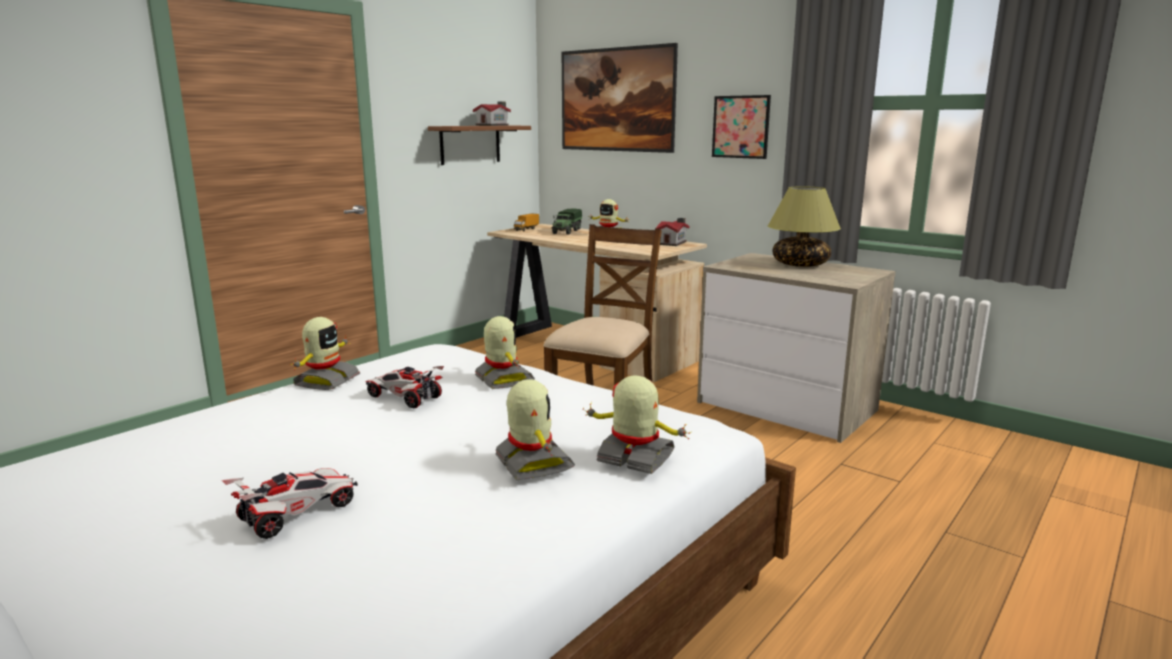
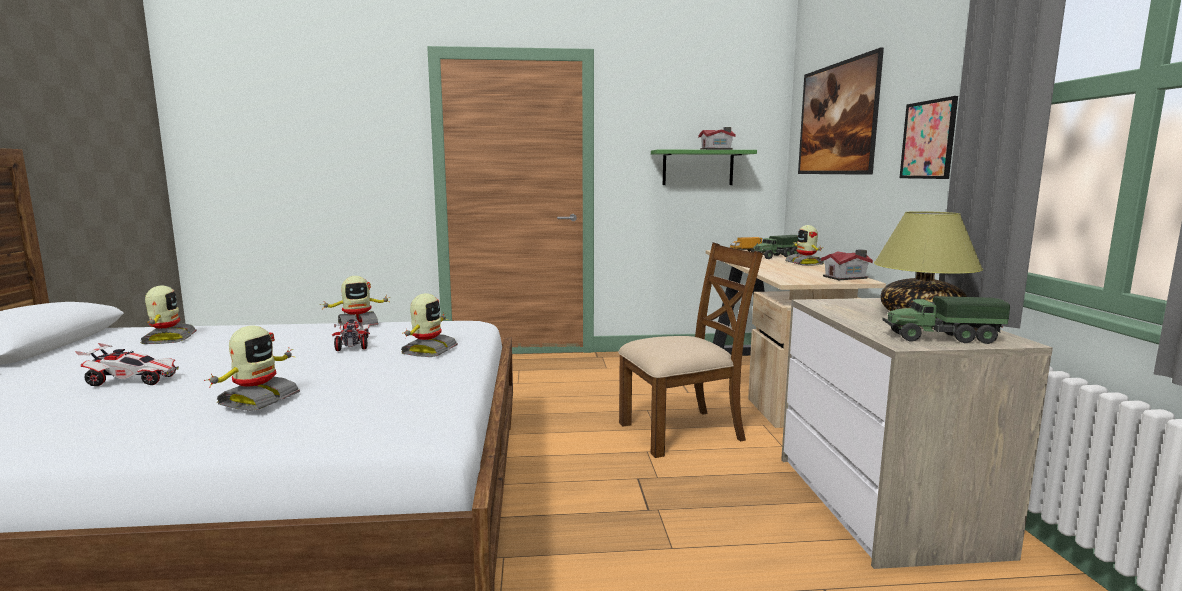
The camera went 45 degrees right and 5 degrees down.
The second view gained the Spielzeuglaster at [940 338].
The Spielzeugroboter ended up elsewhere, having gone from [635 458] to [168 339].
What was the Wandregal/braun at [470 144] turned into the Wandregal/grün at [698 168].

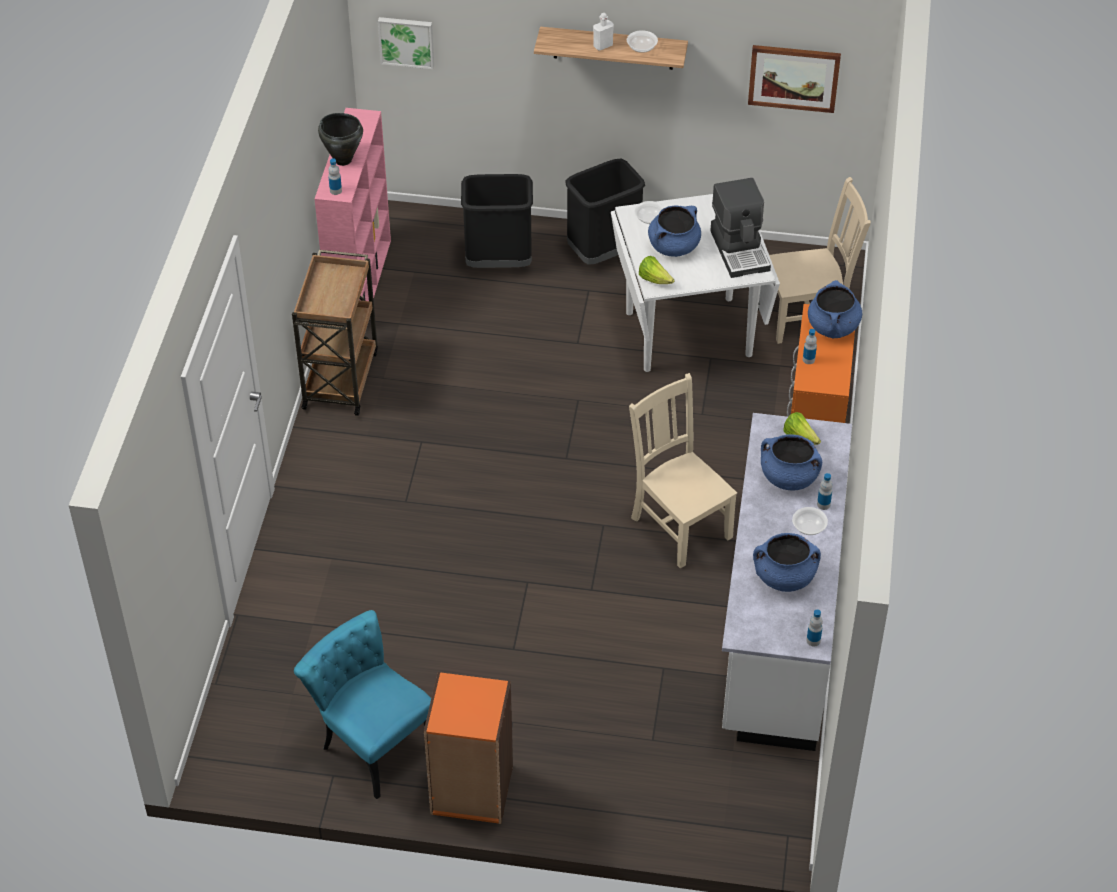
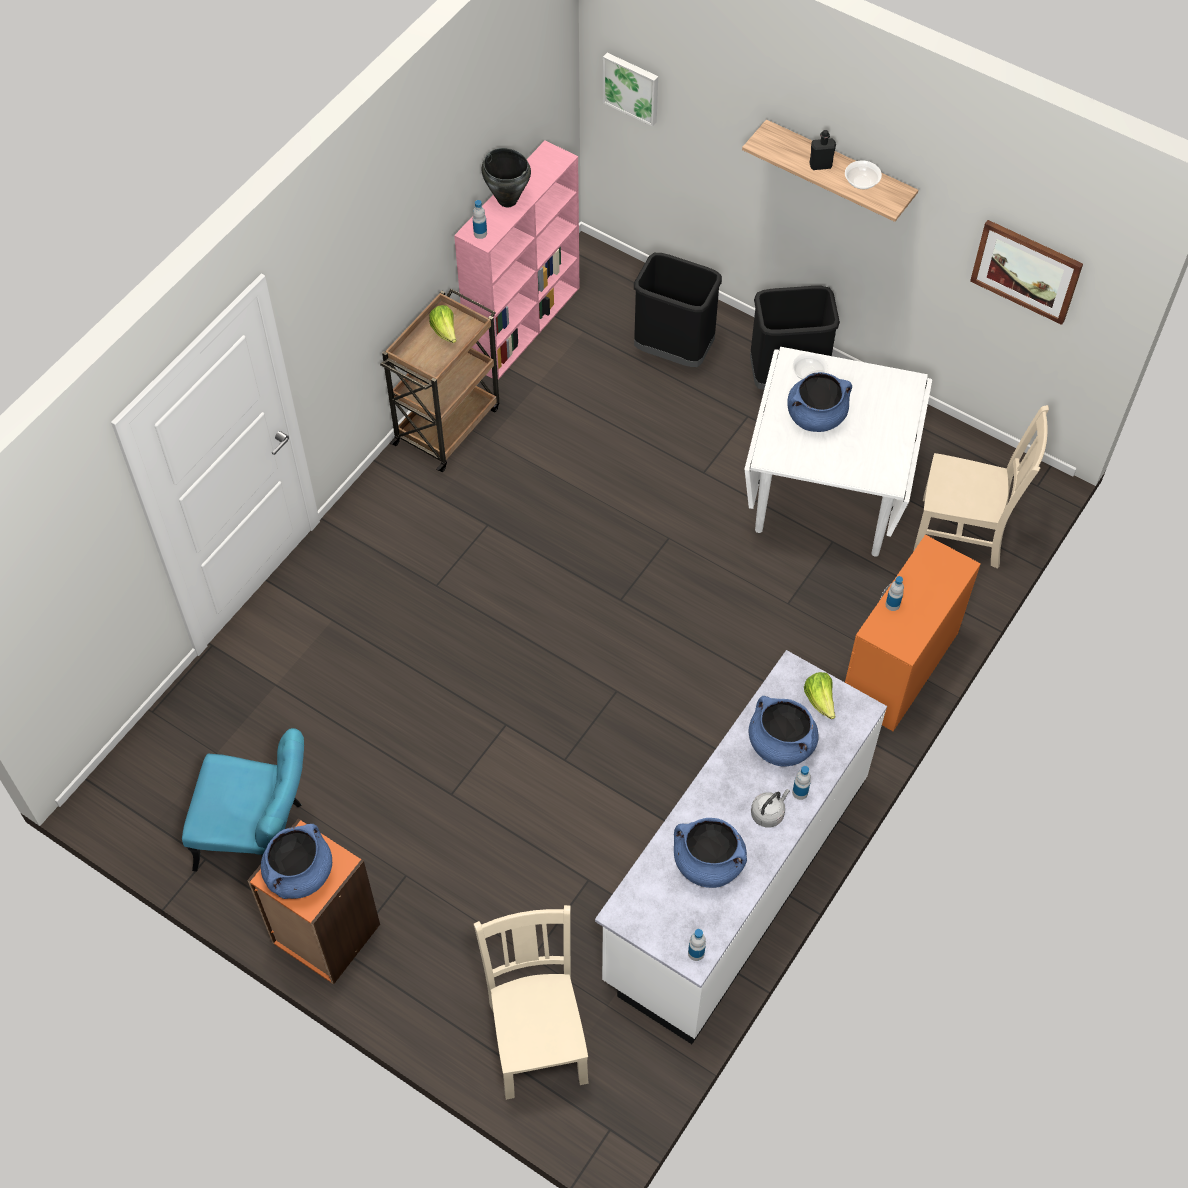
The camera went 25 degrees right and 10 degrees up.
The second view lost the Kaffeemaschine at [740 250].
The Stuhl/beige ended up elsewhere, having gone from [679 525] to [538 1038].
The Salatkopf ended up elsewhere, having gone from [654 279] to [445 332].
The Kochtopf/blau ended up elsewhere, having gone from [833 327] to [299 874].
Where the Schüssel stood at [809 527], the Wasserkessel/grau came to stand at [768 813].
What was the Flasche/weiß at [603 45] turned into the Flasche/schwarz at [820 165].
The Stuhl/türkis at [371 741] ended up facing another way, 120 degrees clockwise from before.

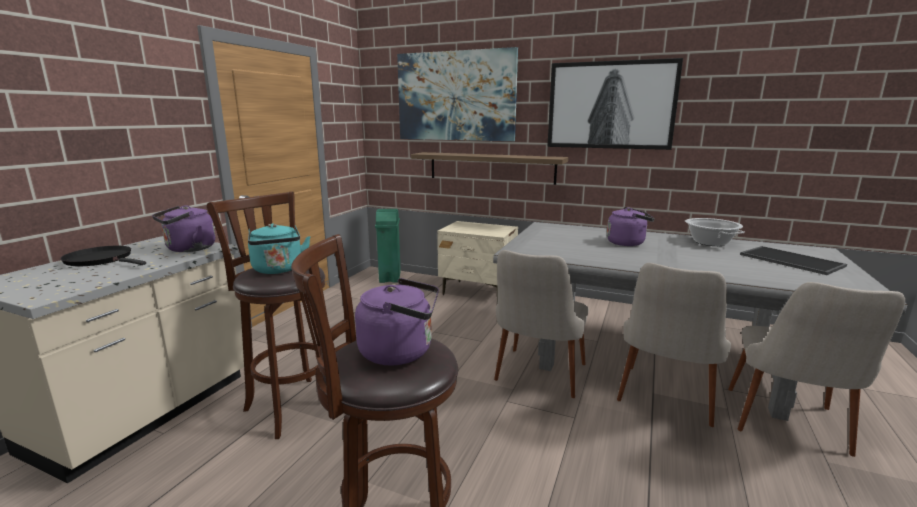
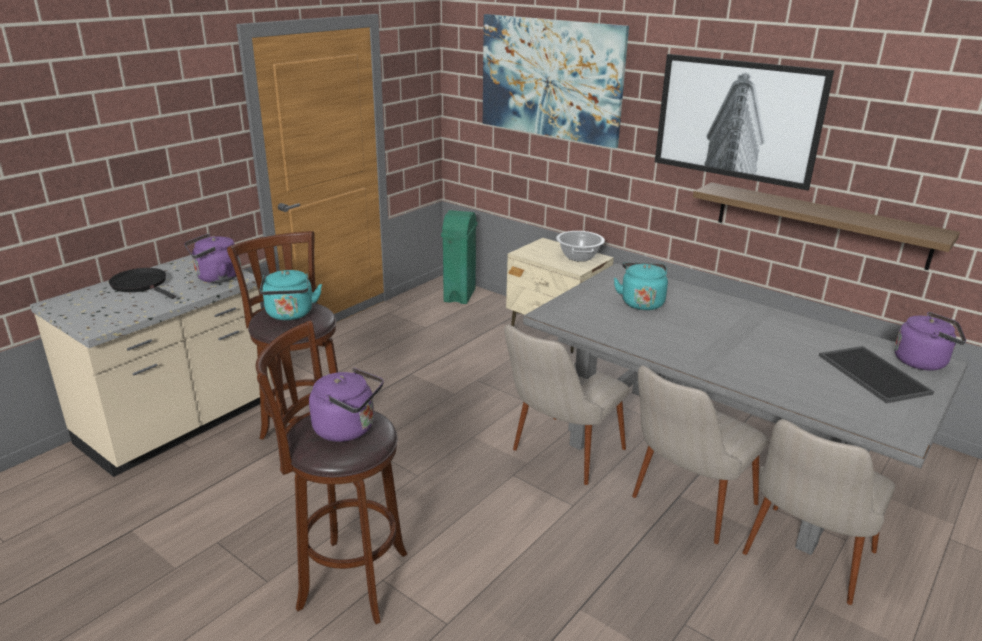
The camera went 15 degrees right and 10 degrees up.
The second view gained the Wasserkessel/türkis at [641 302].
The Wandregal ended up elsewhere, having gone from [491 167] to [820 224].
The Wasserkessel/lila ended up elsewhere, having gone from [628 243] to [923 362].
The Kochtopf ended up elsewhere, having gone from [710 242] to [578 256].

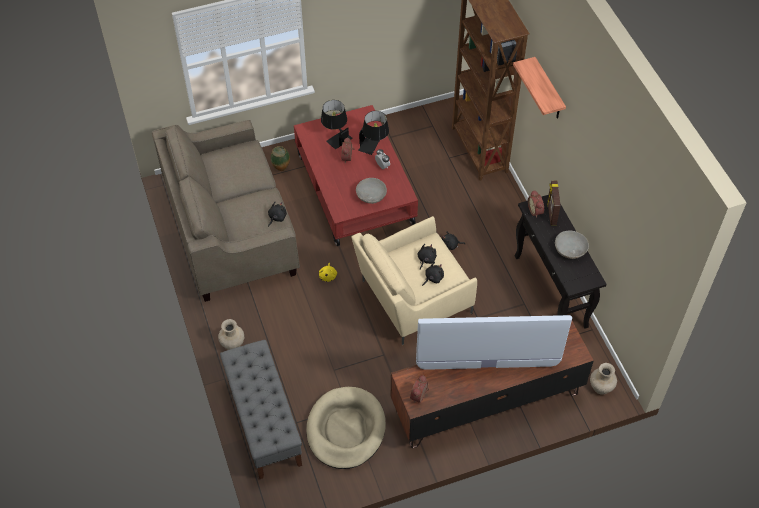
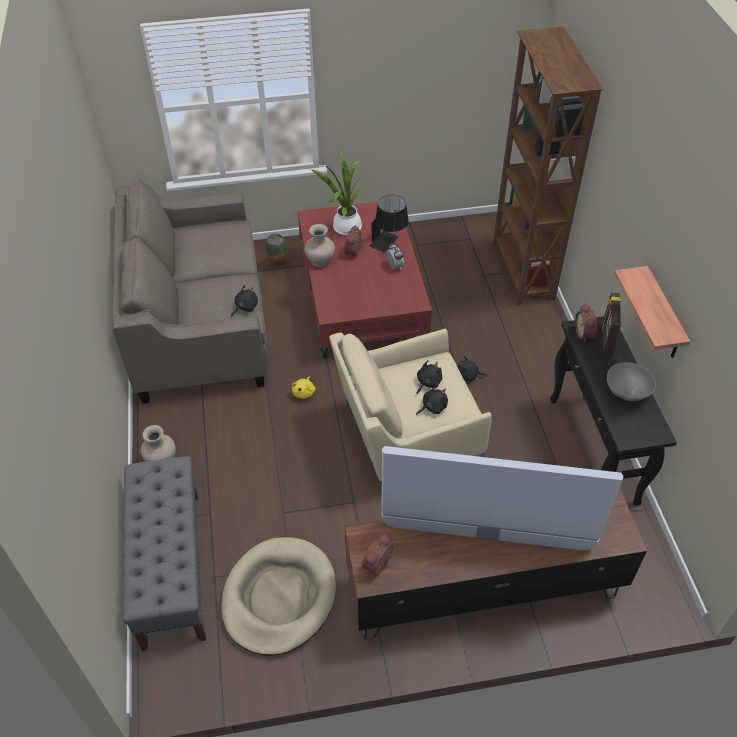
The camera went 10 degrees right and 5 degrees down.
The second view lost the Schüssel/grau at [371 196].
The Wandregal ended up elsewhere, having gone from [548 90] to [663 316].
The Vase/beige ended up elsewhere, having gone from [601 387] to [319 260].
Where the Tischlampe/schwarz stood at [335 136], the Topfpflanze came to stand at [345 228].

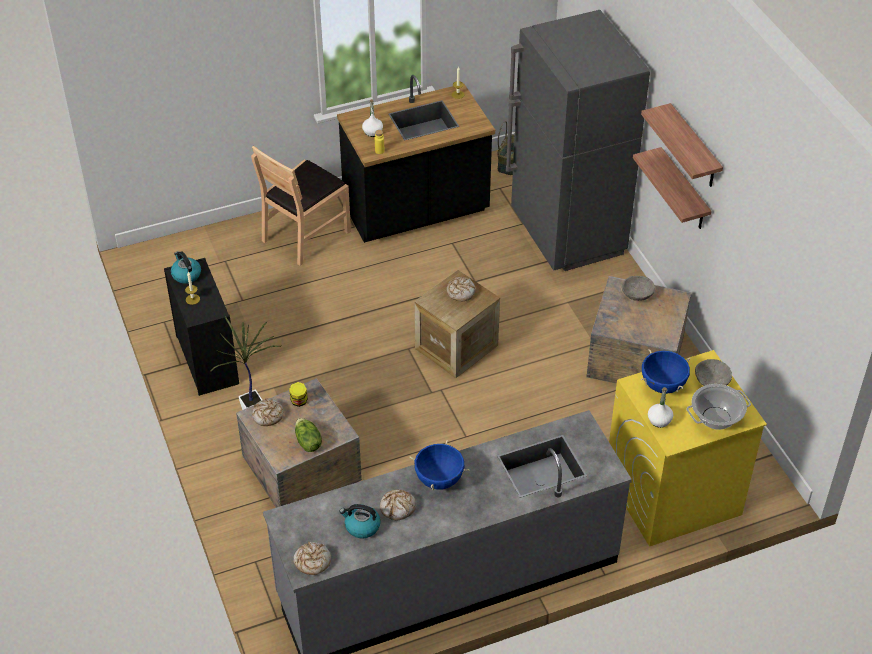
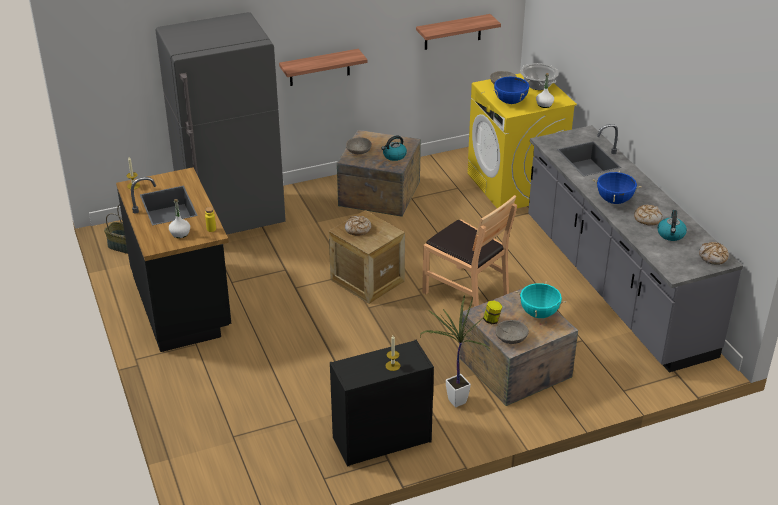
The camera went 90 degrees left and 10 degrees down.
The Wasserkessel ended up elsewhere, having gone from [186 275] to [394 156].
The Stuhl/braun ended up elsewhere, having gone from [305 235] to [466 292].
The Wandregal ended up elsewhere, having gone from [694 148] to [453 32].
Where the Brot stood at [268 415], the Schüssel/grau came to stand at [511 338].
Where the Salatkopf stood at [307 442], the Kochtopf/türkis came to stand at [539 313].

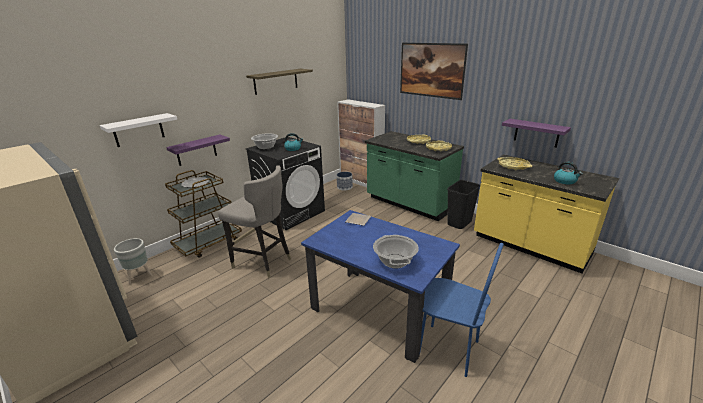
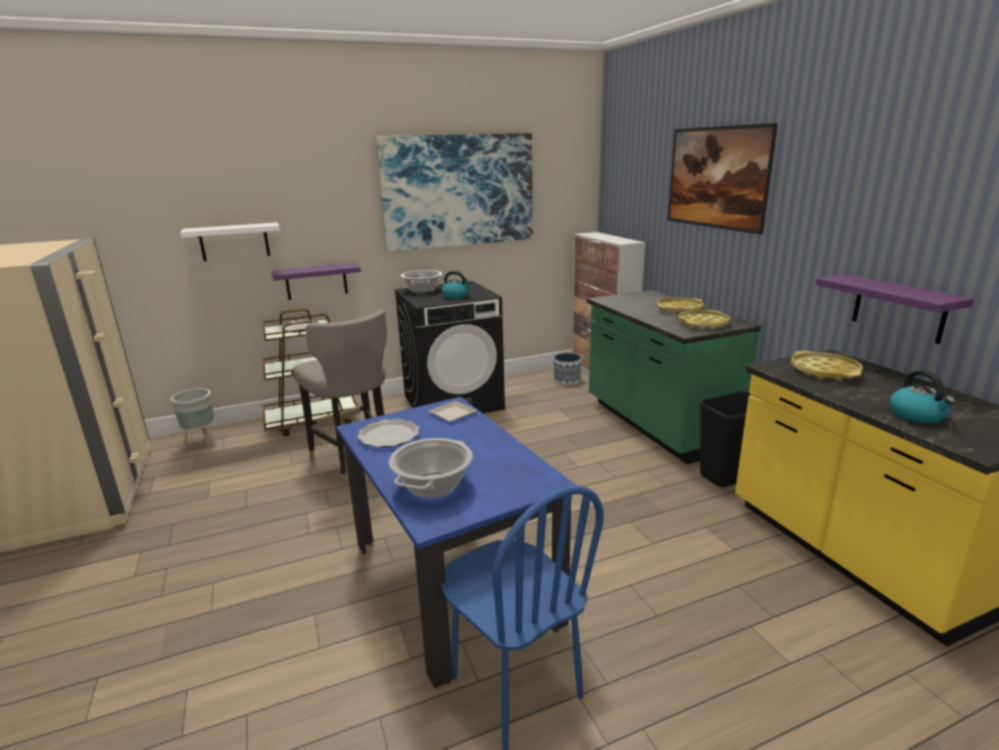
The camera went 25 degrees right and 5 degrees down.
The second view gained the Teller at [389 435].
Where the Wandregal hung at [276 81], the Bild came to hang at [458 191].

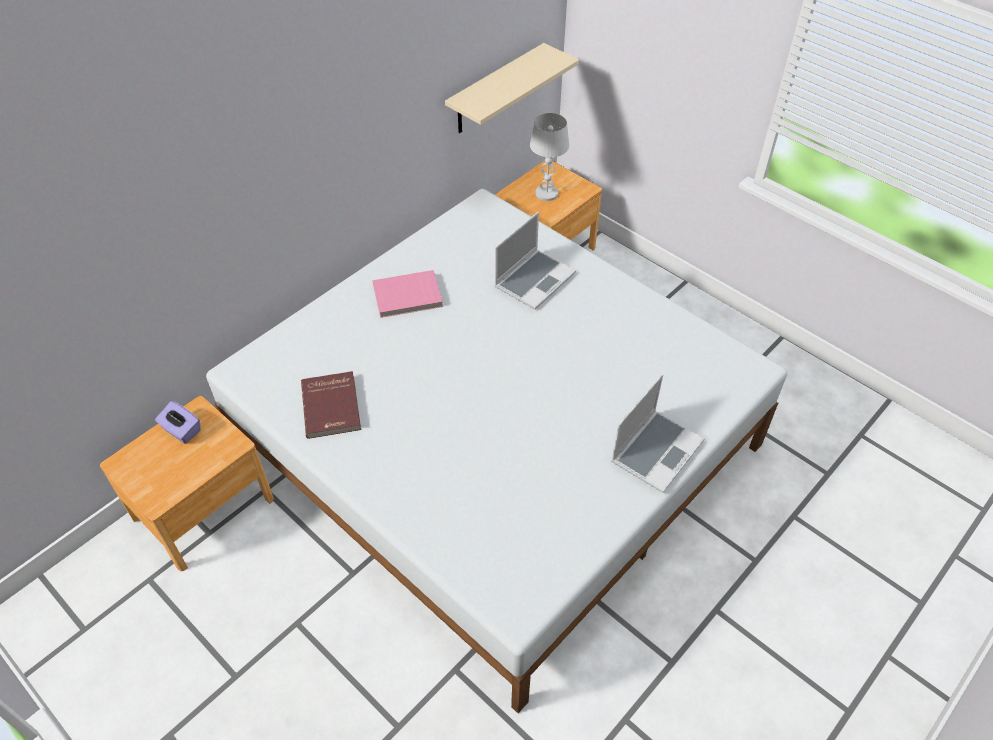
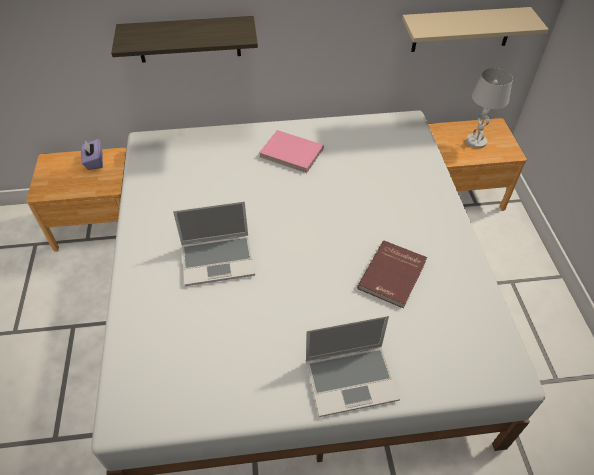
The camera went 40 degrees right and 0 degrees up.
The second view gained the Wandregal at [188 39].
The Buch/rot ended up elsewhere, having gone from [332 406] to [393 275].
The Laptop ended up elsewhere, having gone from [534 279] to [218 260].

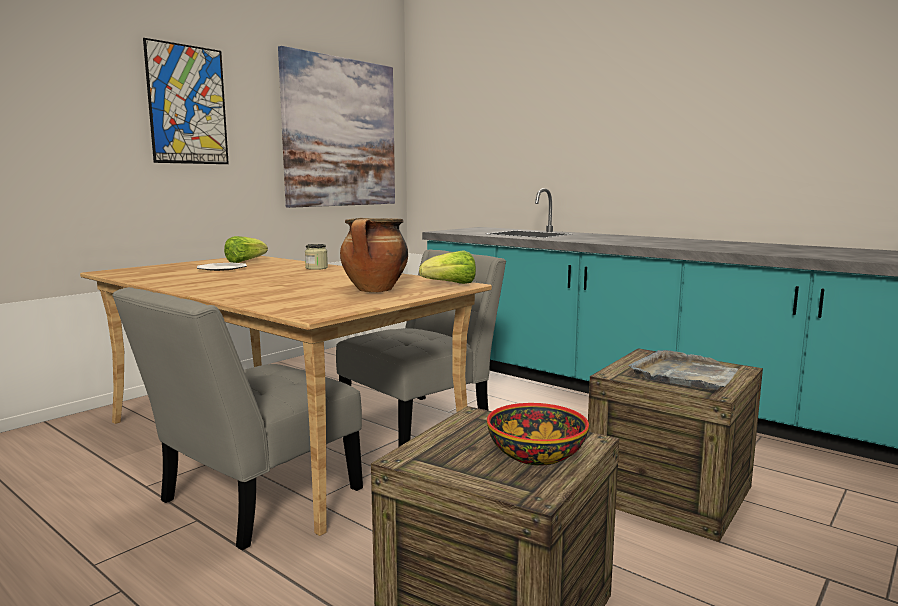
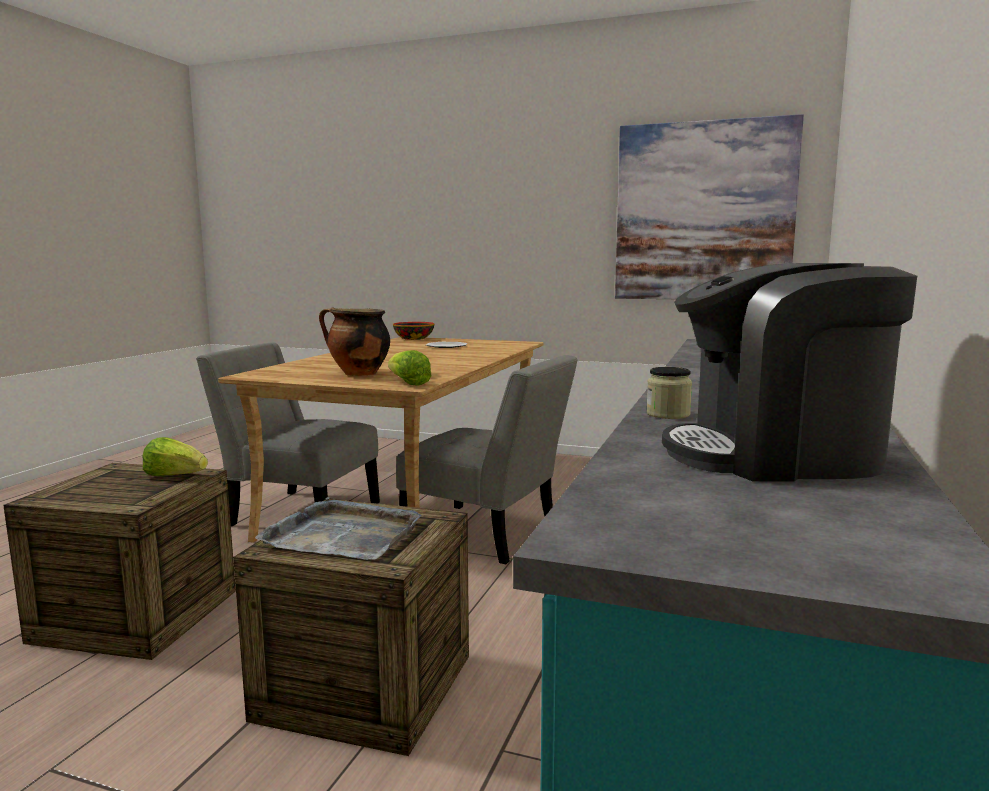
The camera went 70 degrees right and 0 degrees up.
The second view lost the Bild at [187 105].
The second view gained the Kaffeemaschine at [777 455].
The Salatkopf ended up elsewhere, having gone from [245 261] to [175 476].
The Vorratsglas ended up elsewhere, having gone from [316 268] to [668 414].
The Schüssel ended up elsewhere, having gone from [535 455] to [414 338].

